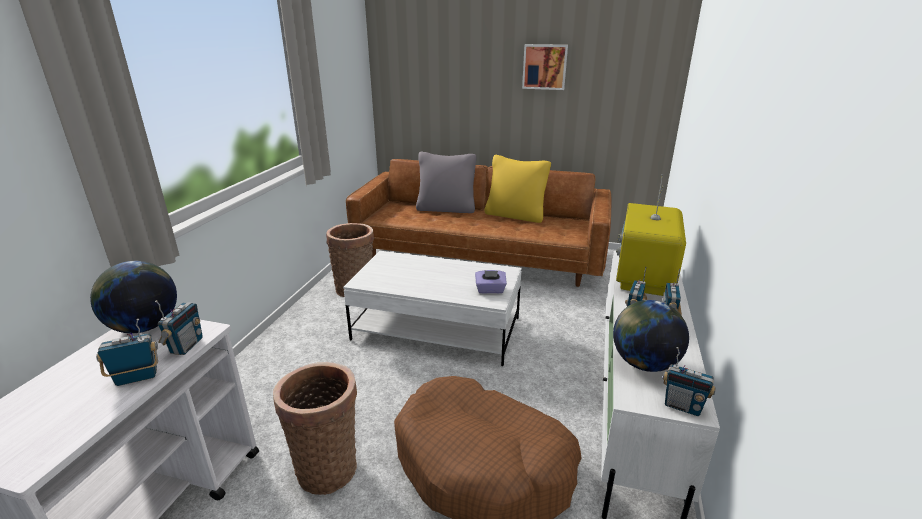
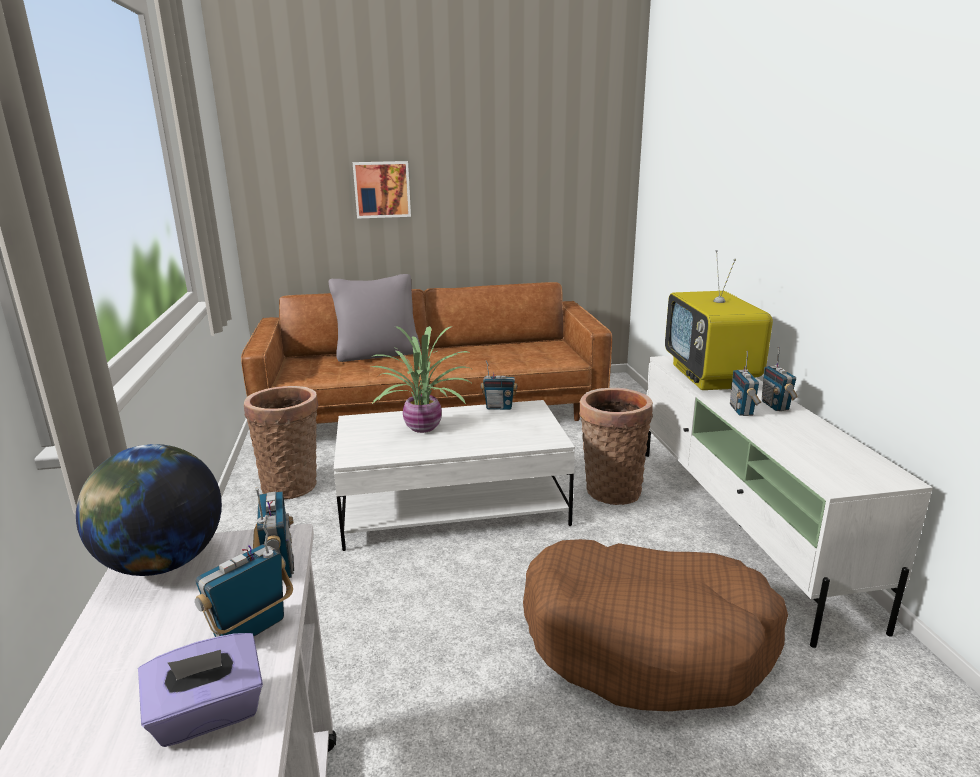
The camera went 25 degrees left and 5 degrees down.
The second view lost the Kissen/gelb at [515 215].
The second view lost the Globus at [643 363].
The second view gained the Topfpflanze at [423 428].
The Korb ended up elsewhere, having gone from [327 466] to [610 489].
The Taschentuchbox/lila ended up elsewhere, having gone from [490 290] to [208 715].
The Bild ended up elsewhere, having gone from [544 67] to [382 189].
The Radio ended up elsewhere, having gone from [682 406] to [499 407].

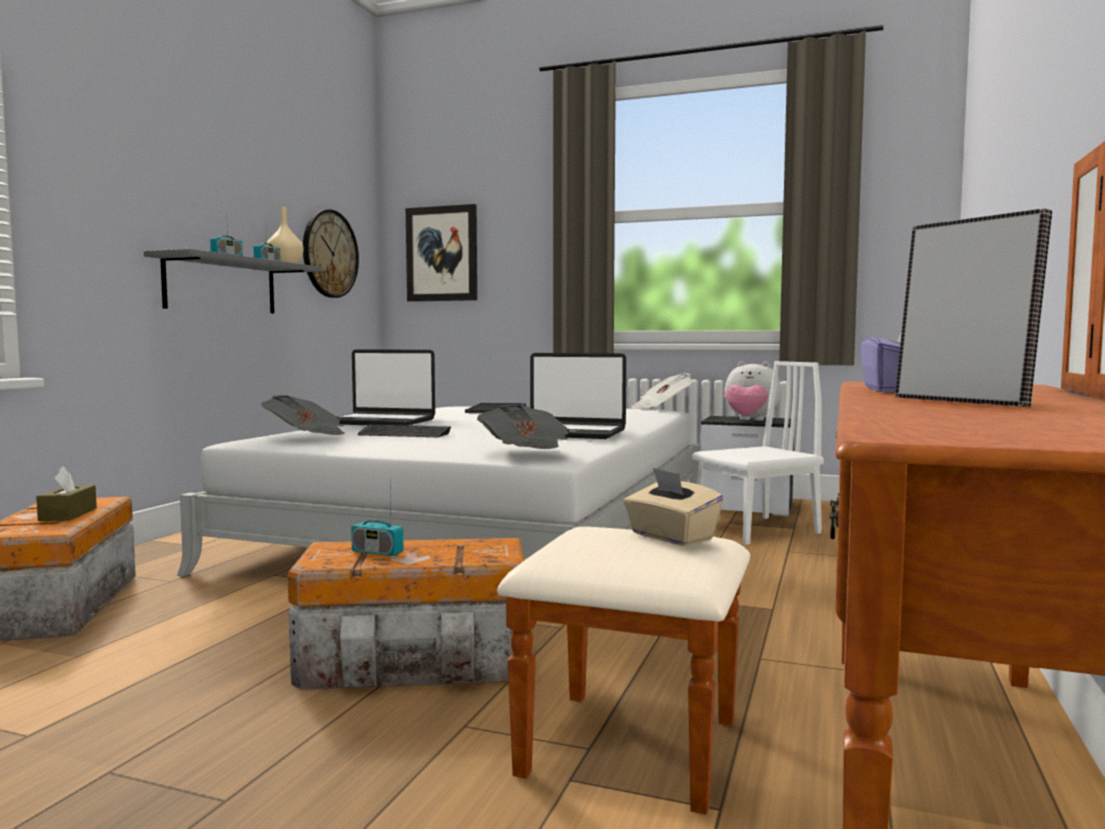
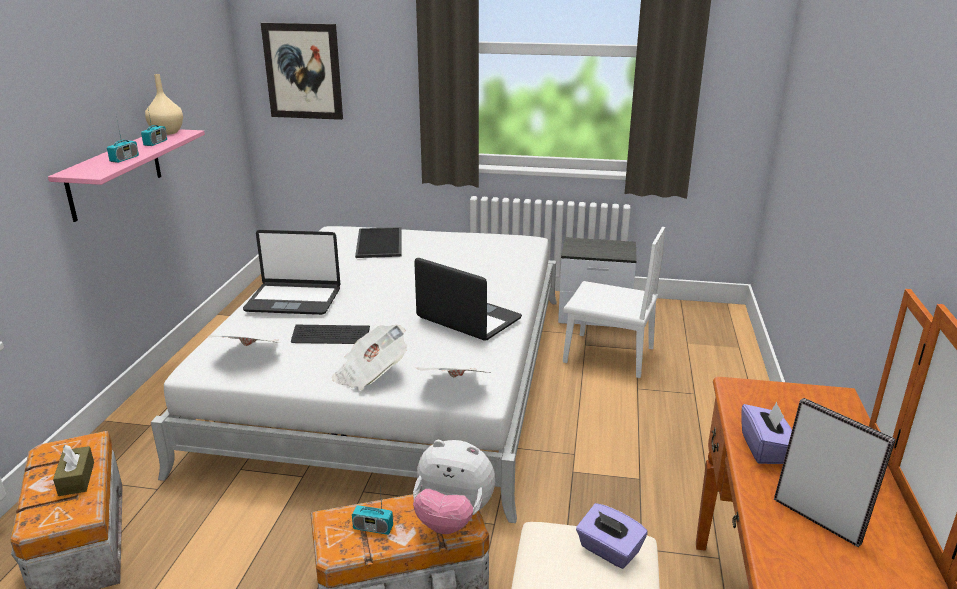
The camera went 10 degrees left and 20 degrees up.
The second view lost the Wanduhr at [330 254].
The Zeitung ended up elsewhere, having gone from [661 407] to [370 374].
The Plüschtier ended up elsewhere, having gone from [750 420] to [452 518].
What was the Wandregal/grau at [221 285] turned into the Wandregal/rosa at [115 173].
What was the Taschentuchbox/beige at [671 537] turned into the Taschentuchbox/lila at [609 550].
The Laptop at [568 433] ended up facing another way, 150 degrees counterclockwise from before.
The Stuhl/weiß at [756 530] ended up facing another way, 60 degrees clockwise from before.

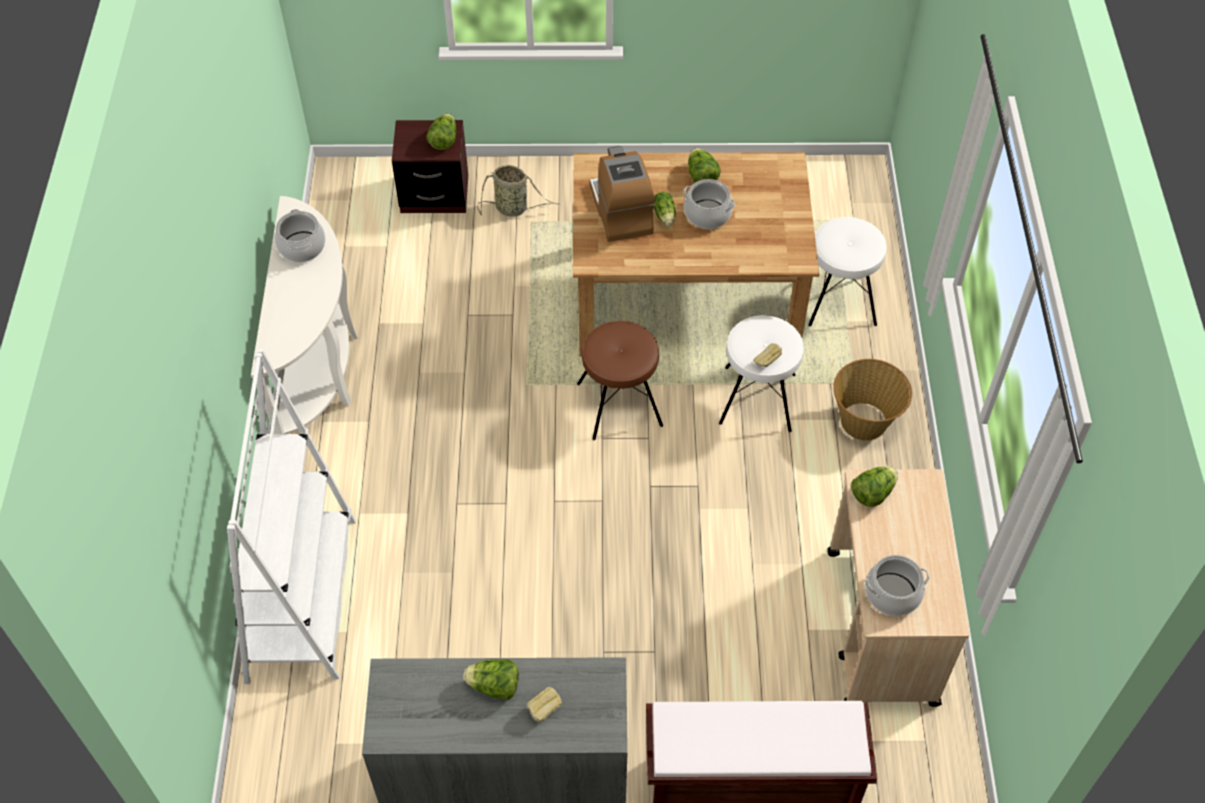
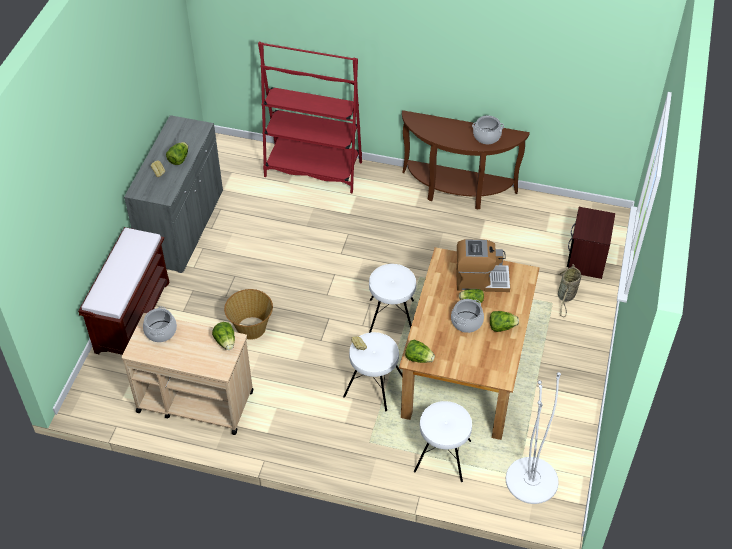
The camera went 105 degrees right and 5 degrees down.
The second view gained the Stehlampe/weiß at [531 480].
The Salatkopf ended up elsewhere, having gone from [444 140] to [419 358].
The Korb ended up elsewhere, having gone from [864 421] to [251 328].
What was the Bücherregal/weiß at [302 599] turned into the Bücherregal/rot at [313 169].
What was the Konsolentisch/weiß at [320 370] turned into the Konsolentisch/braun at [456 191].
What was the Hocker/braun at [619 405] turned into the Hocker/weiß at [391 316].

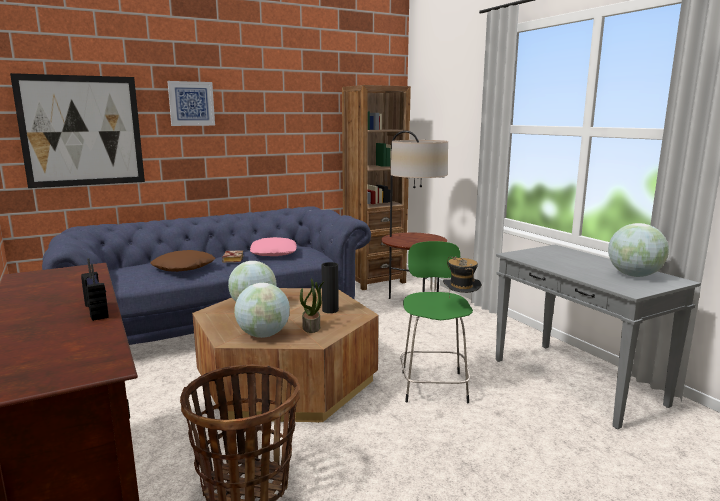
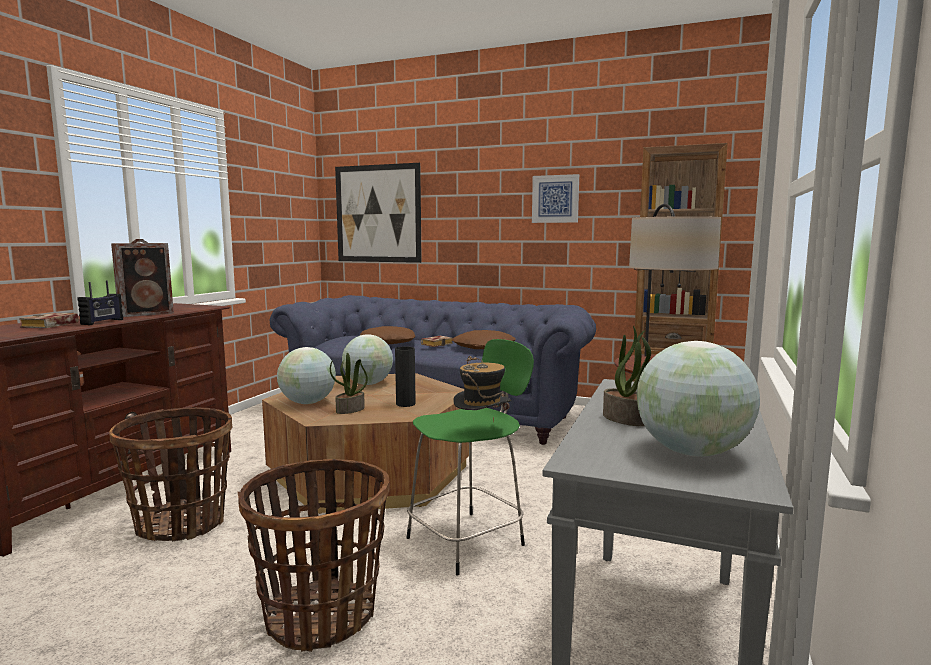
The camera went 50 degrees right and 5 degrees down.
The second view gained the Buch at [50 325].
The second view gained the Lautsprecher at [147 313].
The second view gained the Korb at [321 615].
The second view gained the Topfpflanze at [627 419].
The Bild ended up elsewhere, having gone from [191 103] to [555 199].
What was the Kissen/rosa at [274 253] turned into the Kissen/braun at [484 347].

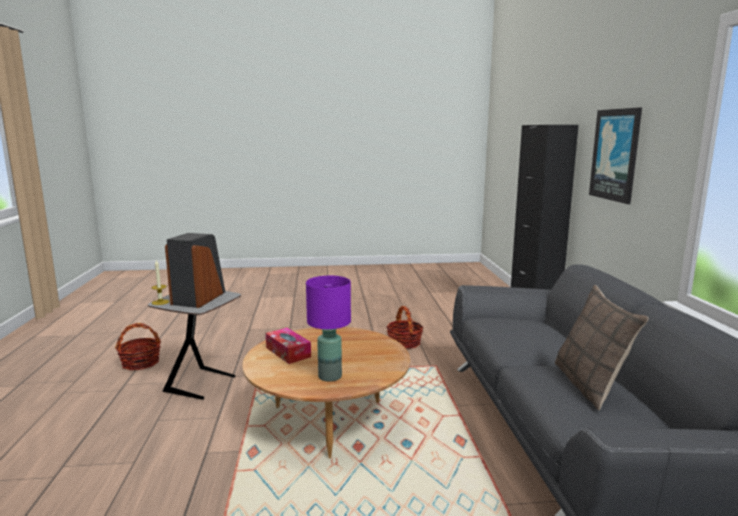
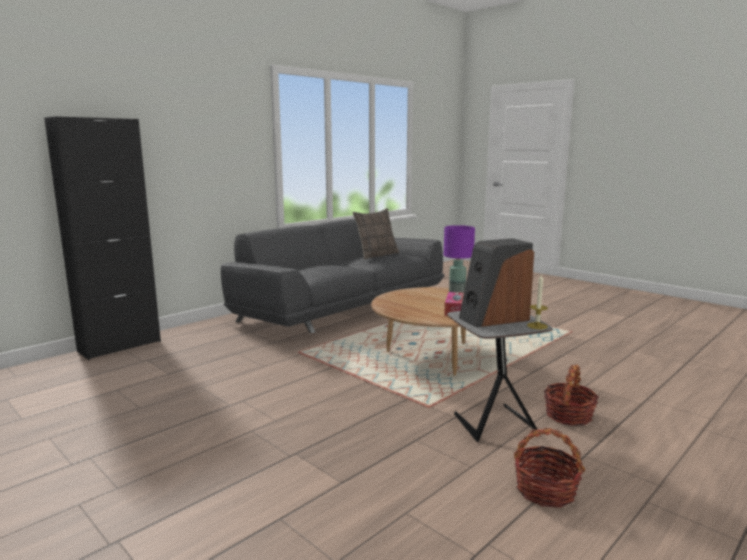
The camera went 130 degrees left and 0 degrees up.
The second view lost the Bild at [615 155].
The Korb ended up elsewhere, having gone from [404 343] to [568 415].

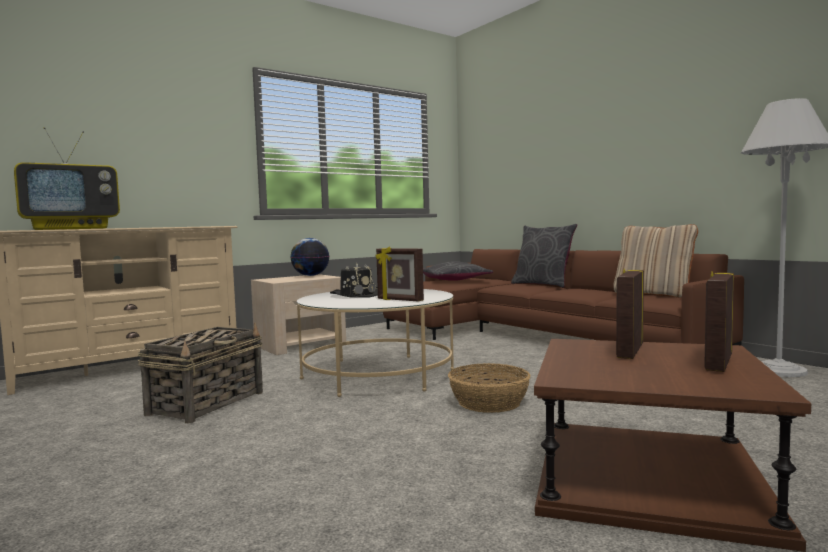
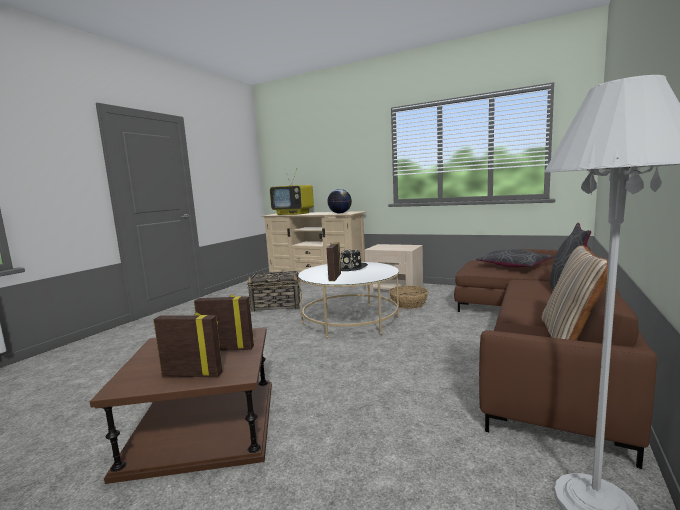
The camera went 65 degrees right and 5 degrees up.
The Globus ended up elsewhere, having gone from [310 275] to [340 213].
The Korb ended up elsewhere, having gone from [489 402] to [409 304].

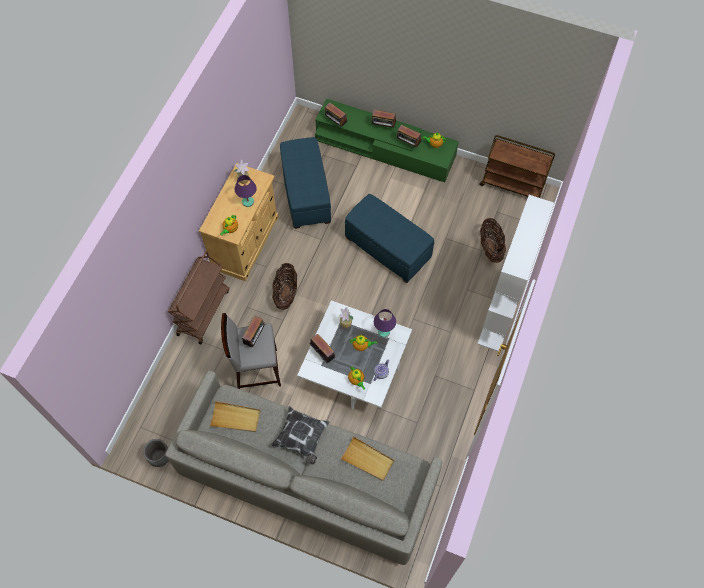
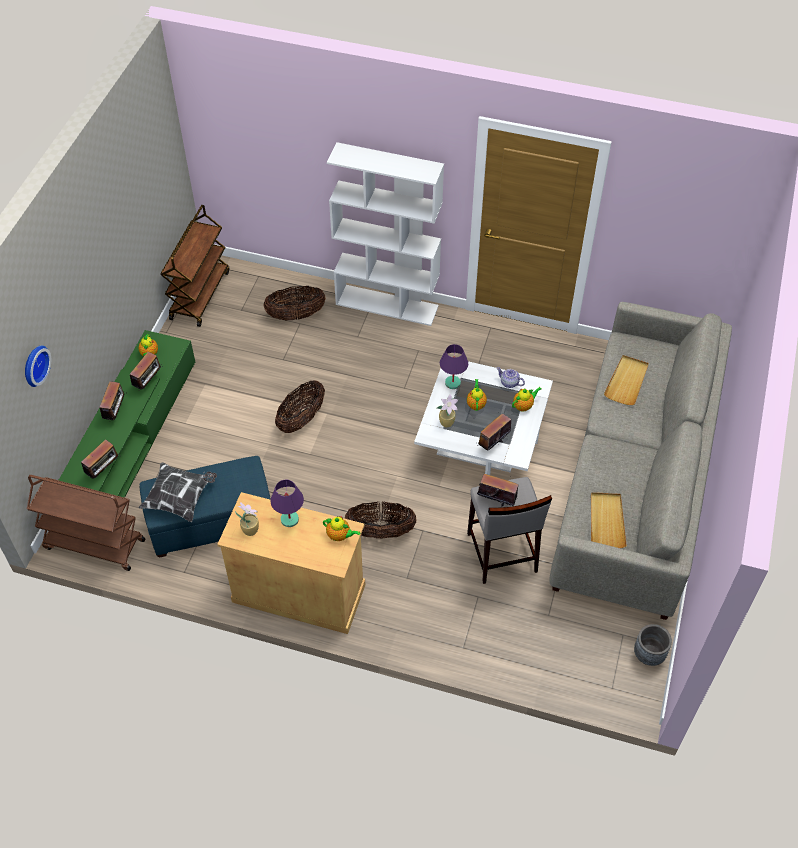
The camera went 95 degrees left and 10 degrees down.
The second view gained the Wanduhr at [34 365].
The Rollwagen/braun ended up elsewhere, having gone from [203 311] to [93 544].
The Kissen ended up elsewhere, having gone from [301 438] to [180 498].
Where the Polsterhocker/blau stood at [388 248], the Korb came to stand at [301 419].

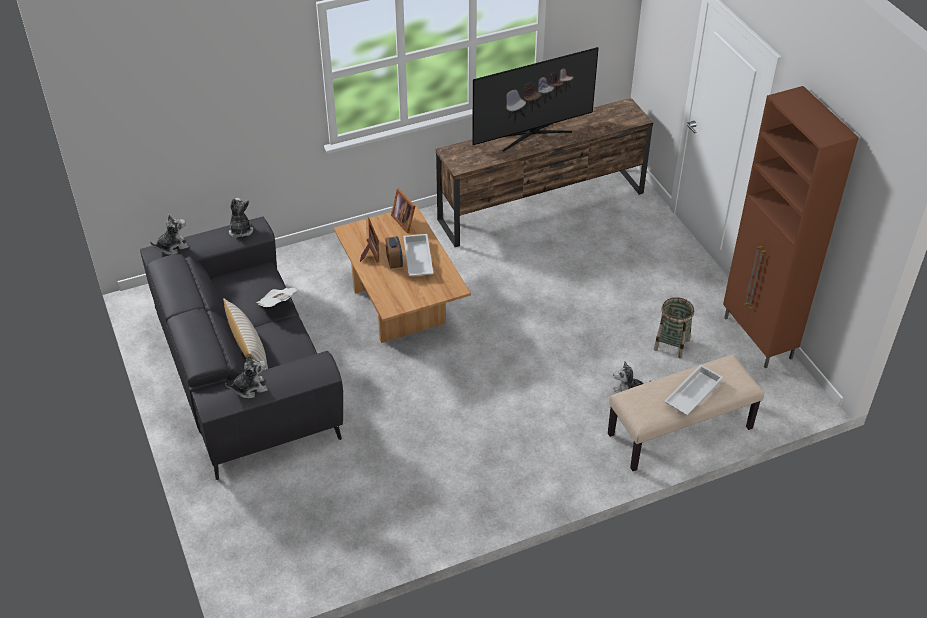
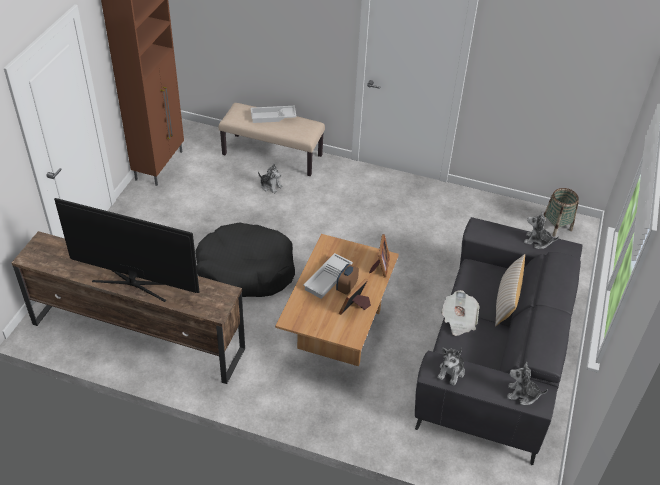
The camera went 140 degrees left and 0 degrees up.
The second view gained the Hundebett/schwarz at [246 270].
The Bilderrahmen ended up elsewhere, having gone from [405 221] to [380 266].
The Korb ended up elsewhere, having gone from [671 344] to [556 226].

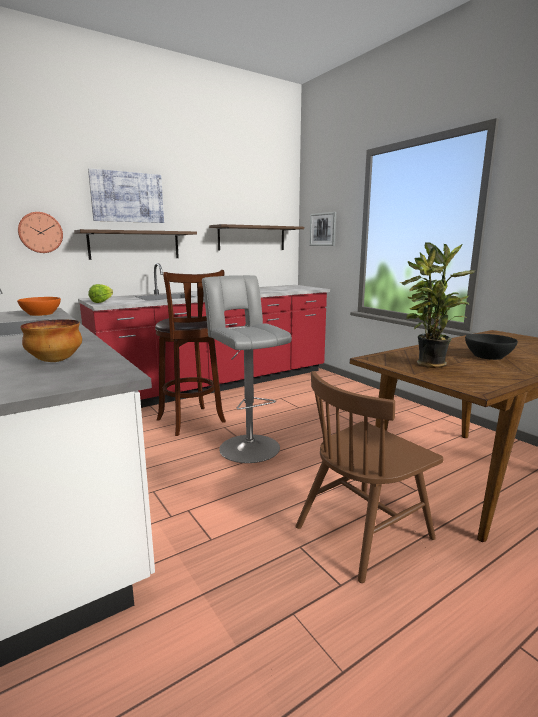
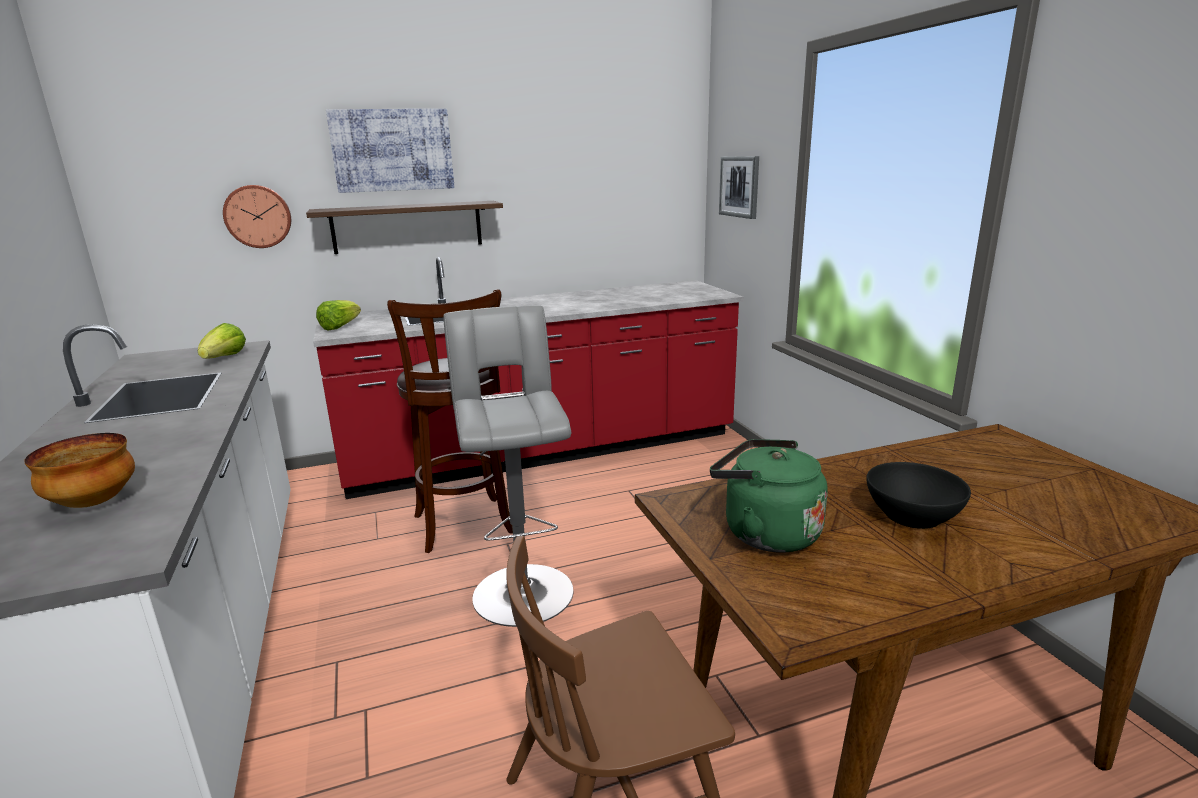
The camera went 15 degrees right and 5 degrees up.
The second view lost the Wandregal at [252 238].
Where the Schüssel/orange stood at [41 314], the Salatkopf came to stand at [225 358].
Where the Topfpflanze stood at [429 365], the Wasserkessel/grün came to stand at [765 532].

